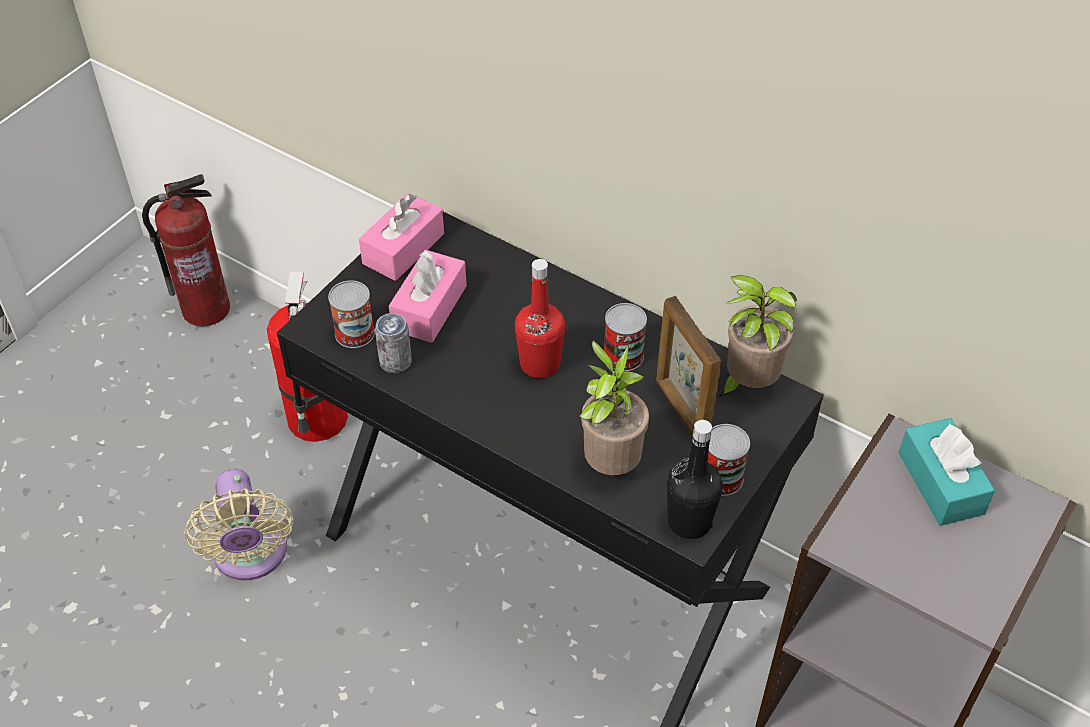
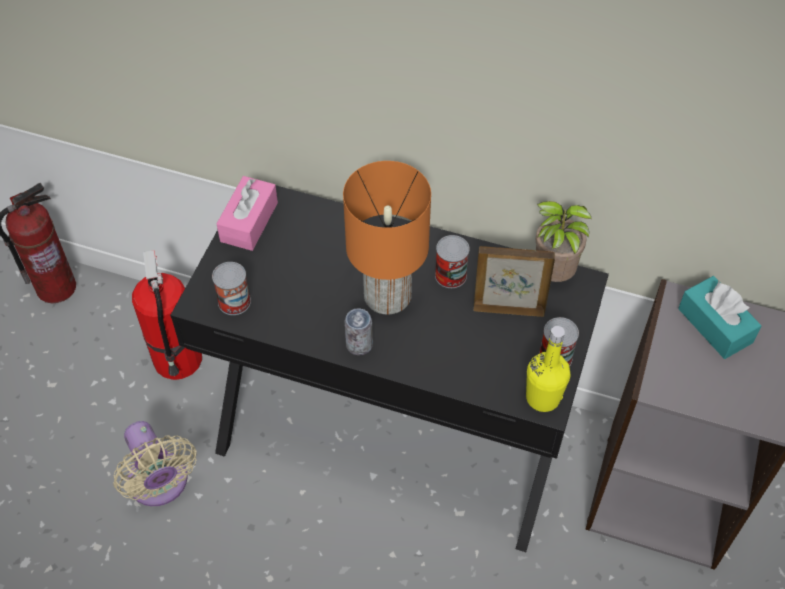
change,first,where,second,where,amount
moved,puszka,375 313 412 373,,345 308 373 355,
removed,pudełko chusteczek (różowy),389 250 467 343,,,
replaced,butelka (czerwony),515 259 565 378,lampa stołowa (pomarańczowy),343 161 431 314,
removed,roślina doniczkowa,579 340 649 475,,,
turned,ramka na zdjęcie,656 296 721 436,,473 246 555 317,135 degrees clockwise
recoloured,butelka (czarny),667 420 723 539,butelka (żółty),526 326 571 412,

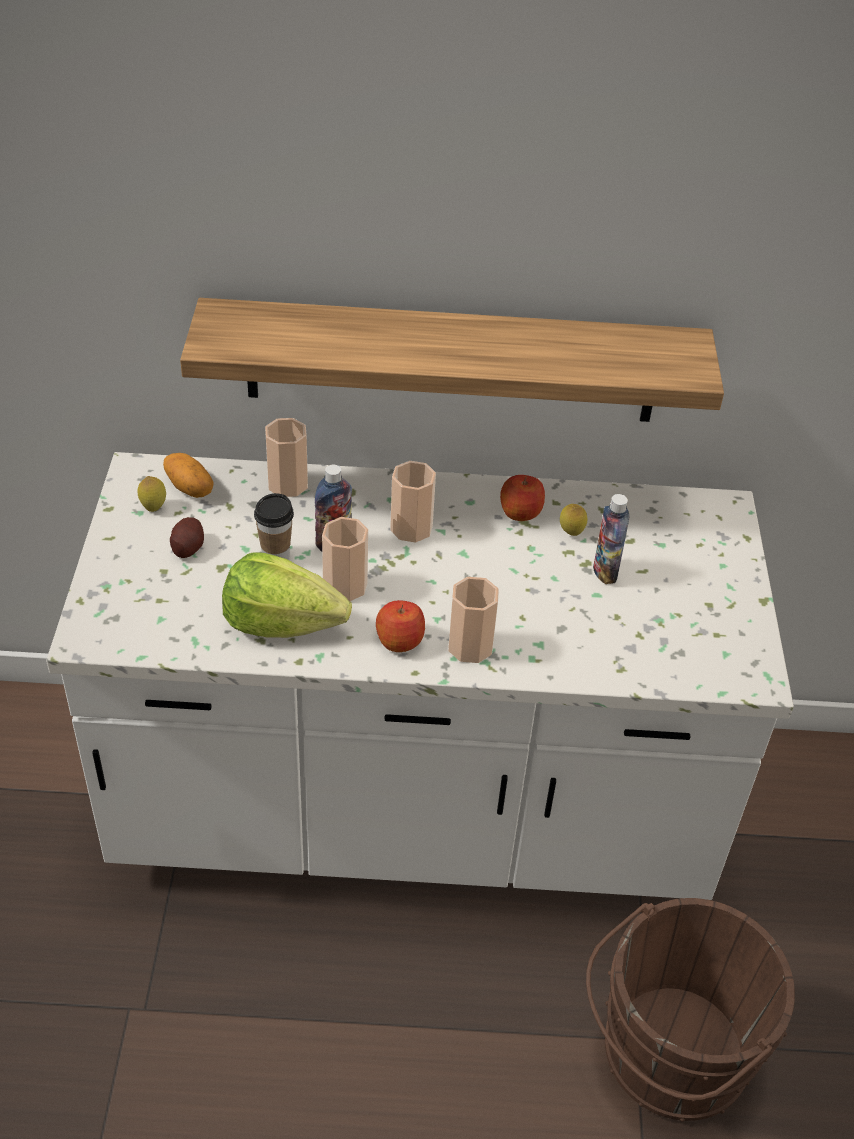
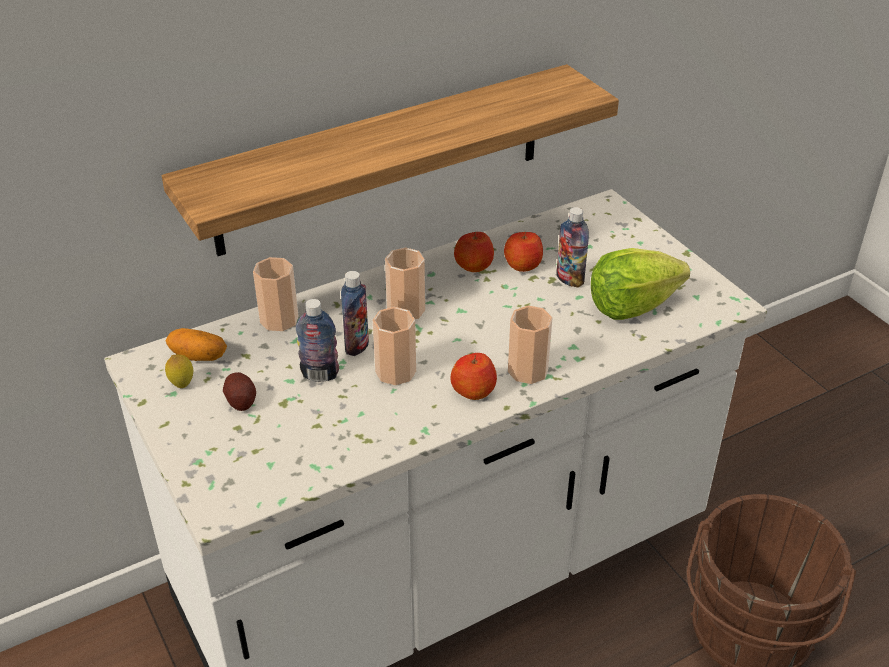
change,first,where,second,where,amount
moved,sałata,222 552 352 638,,591 248 690 320,
replaced,filiżanka,254 493 294 560,butelka,296 299 339 382,
replaced,cytryna,560 504 588 536,jabłko,504 231 543 272,

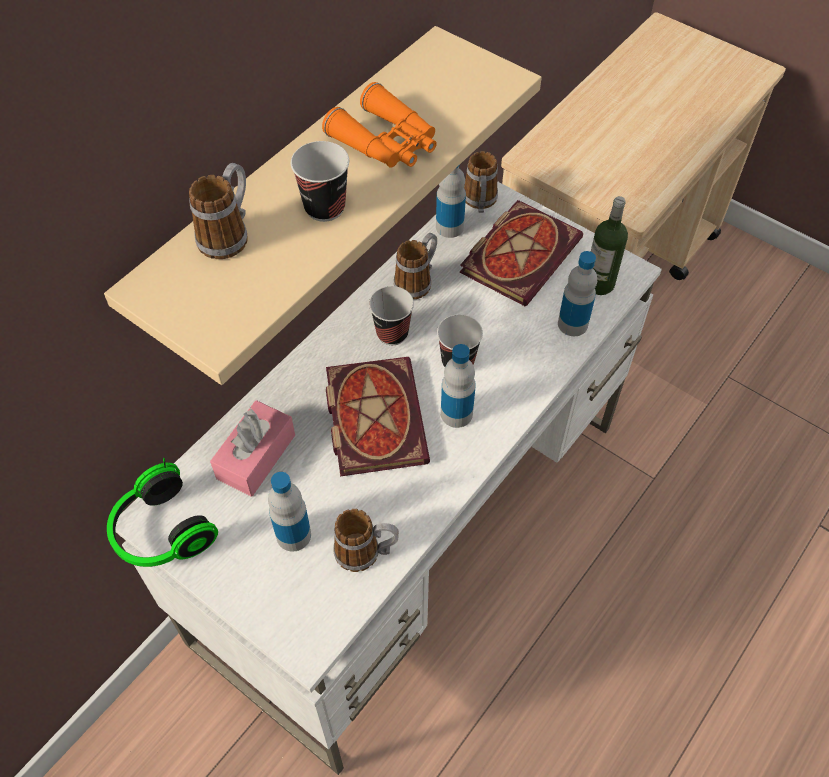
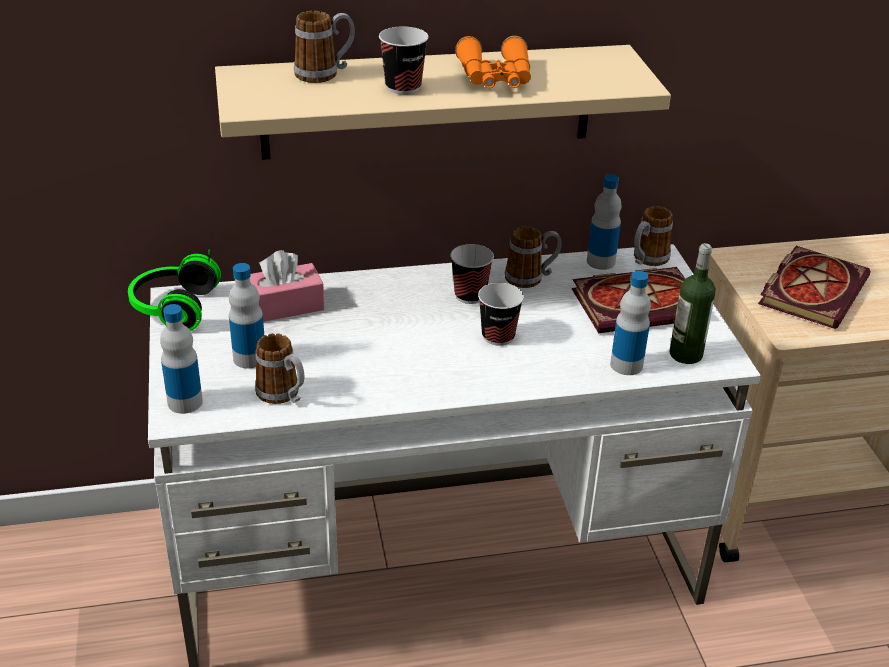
change,first,where,second,where,amount
moved,książka,326 357 430 476,,758 246 871 329,
moved,butelka,441 344 476 428,,160 304 203 414,

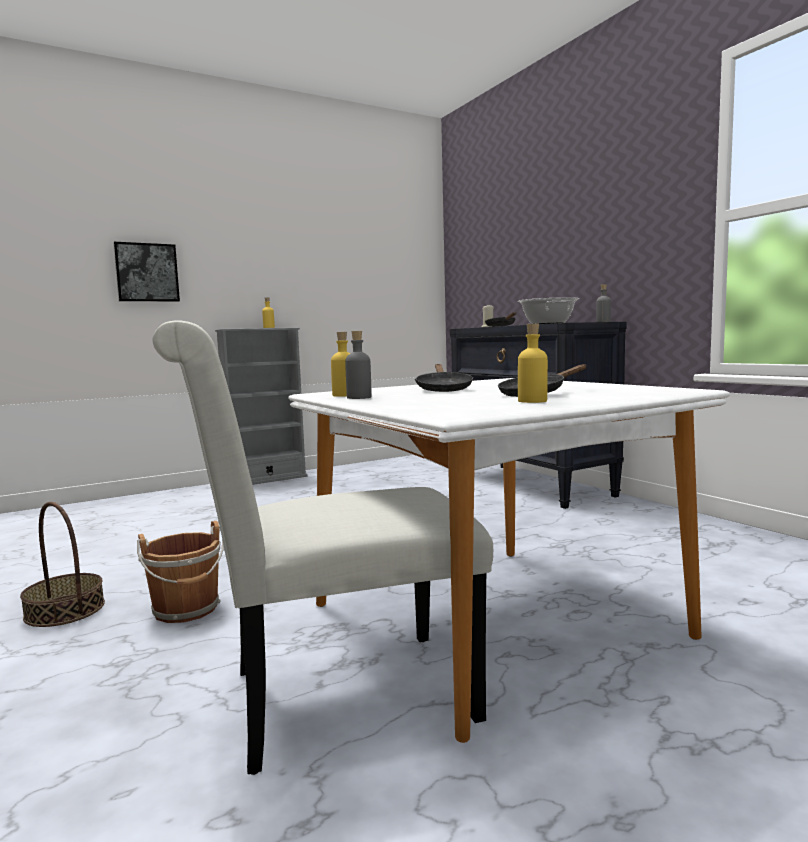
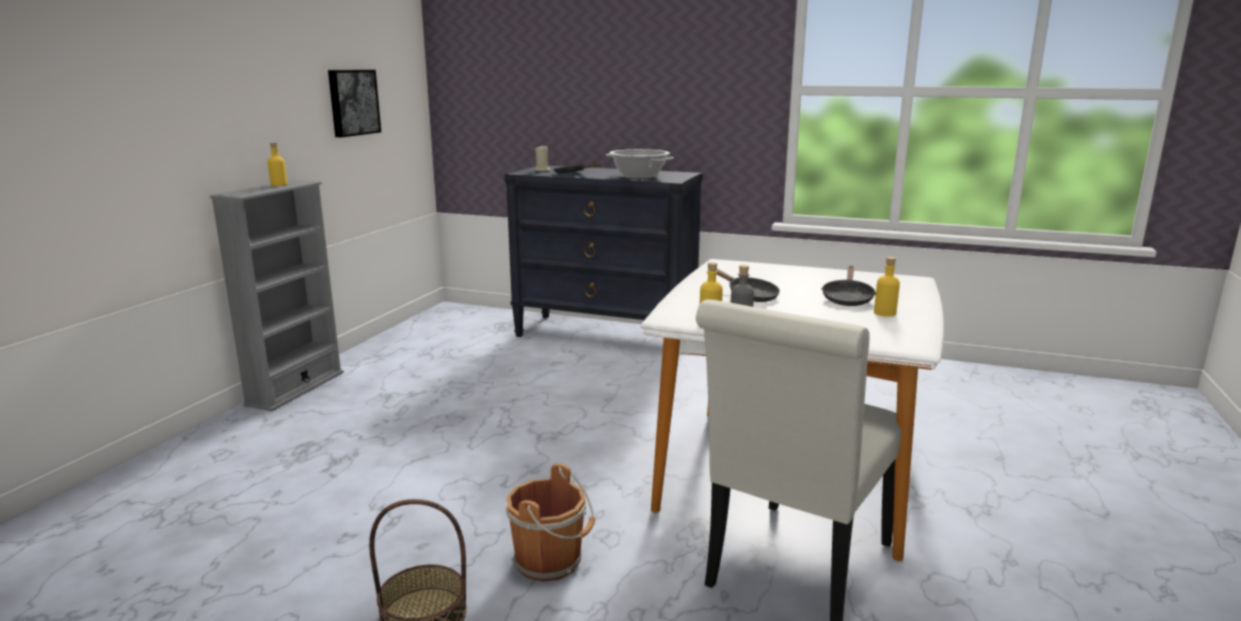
change,first,where,second,where,amount
moved,obraz,113 242 180 302,,328 70 381 137,
removed,butelka (szary),596 284 611 322,,,

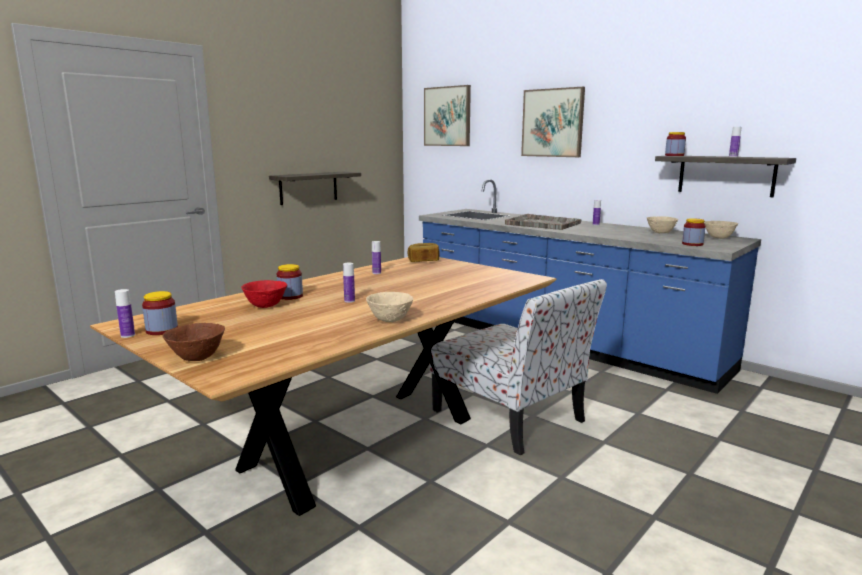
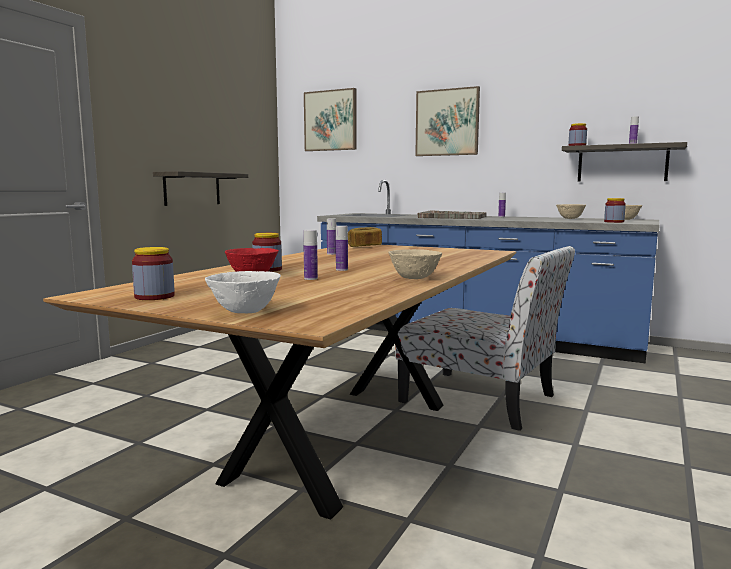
change,first,where,second,where,amount
moved,butelka,115 289 135 338,,304 230 318 280,
recoloured,miska (brązowy),162 323 225 361,miska (biały),205 271 281 313,

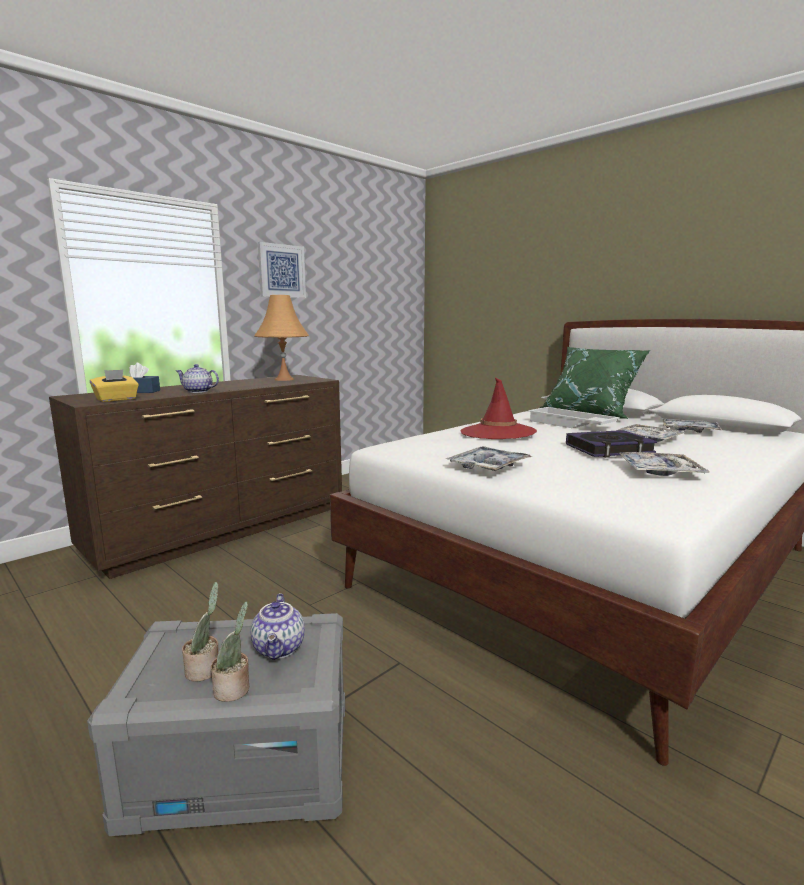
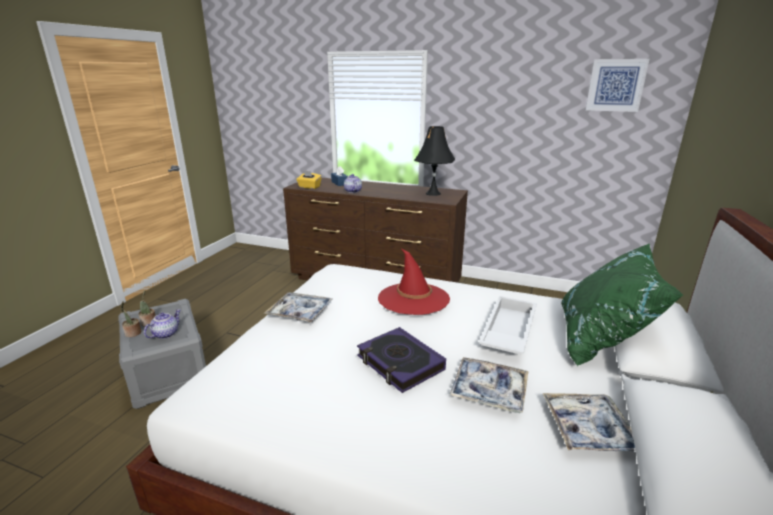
change,first,where,second,where,amount
turned,imbryk,250 593 305 660,,144 309 180 339,150 degrees clockwise
recoloured,lampa stołowa (pomarańczowy),254 295 309 381,lampa stołowa (czarny),414 126 455 196,
moved,obraz,258 242 306 298,,586 59 650 112,
removed,taca,619 452 710 476,,,

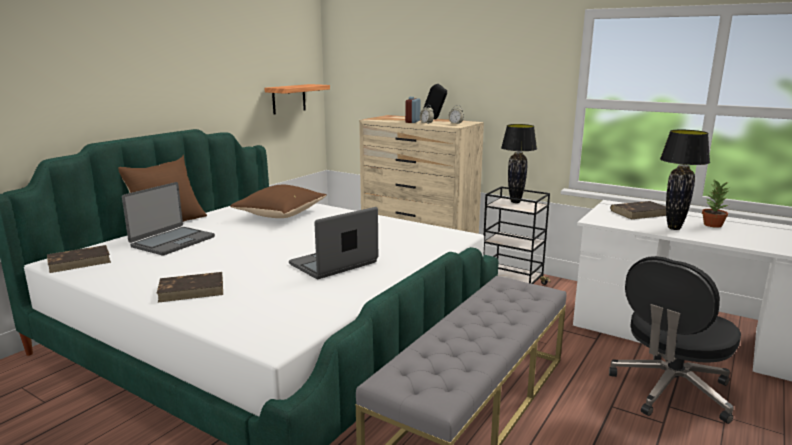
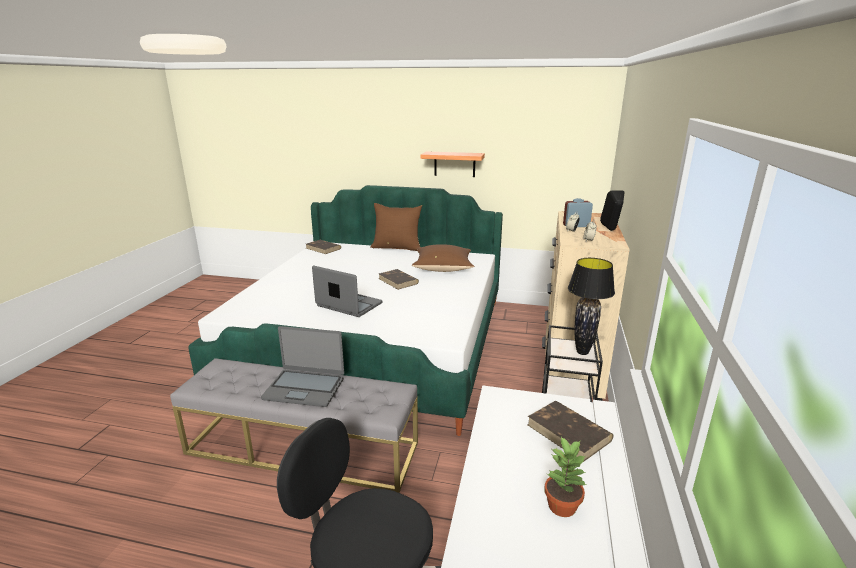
change,first,where,second,where,amount
moved,laptop,122 182 215 256,,261 326 344 407,
moved,książka (brązowy),156 272 223 302,,379 269 419 290,
moved,półka,264 84 330 115,,420 151 485 177,
removed,lampa stołowa (czarny),660 130 710 230,,,

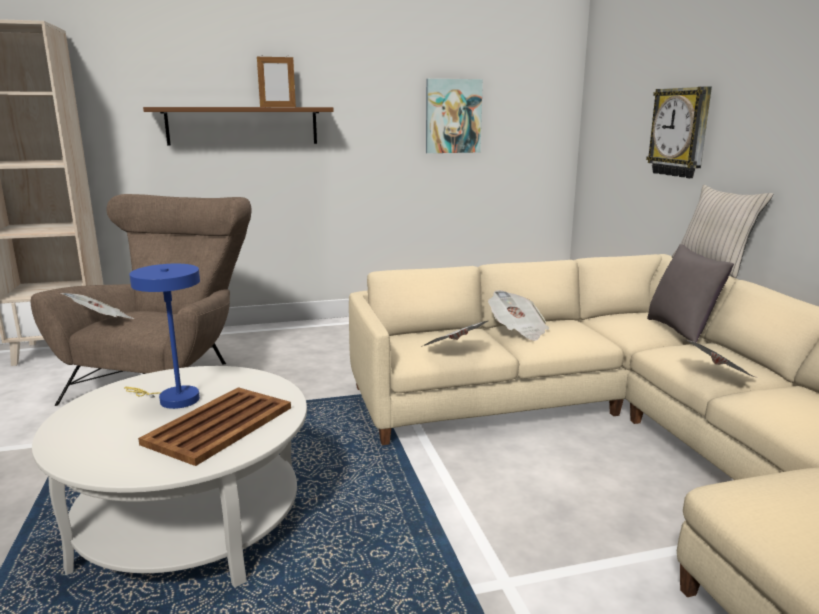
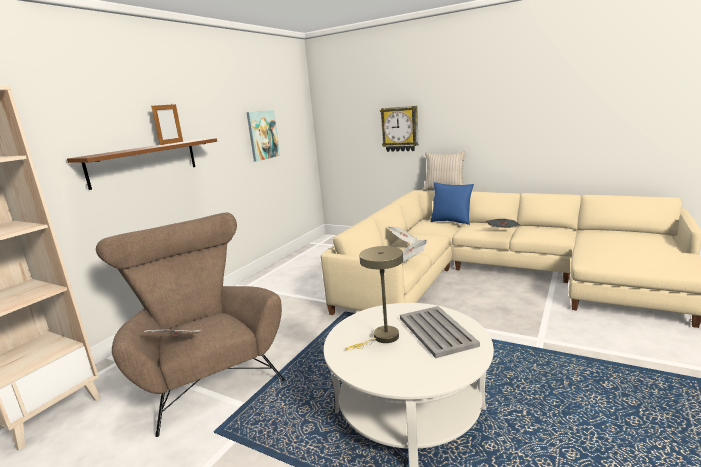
change,first,where,second,where,amount
recoloured,lampa stołowa (niebieski),124 264 200 409,lampa stołowa (beżowy),345 246 403 350,
recoloured,taca (brązowy),138 387 291 466,taca (szary),400 306 480 358,
recoloured,poduszka (szary),647 244 734 343,poduszka (niebieski),430 182 474 225,

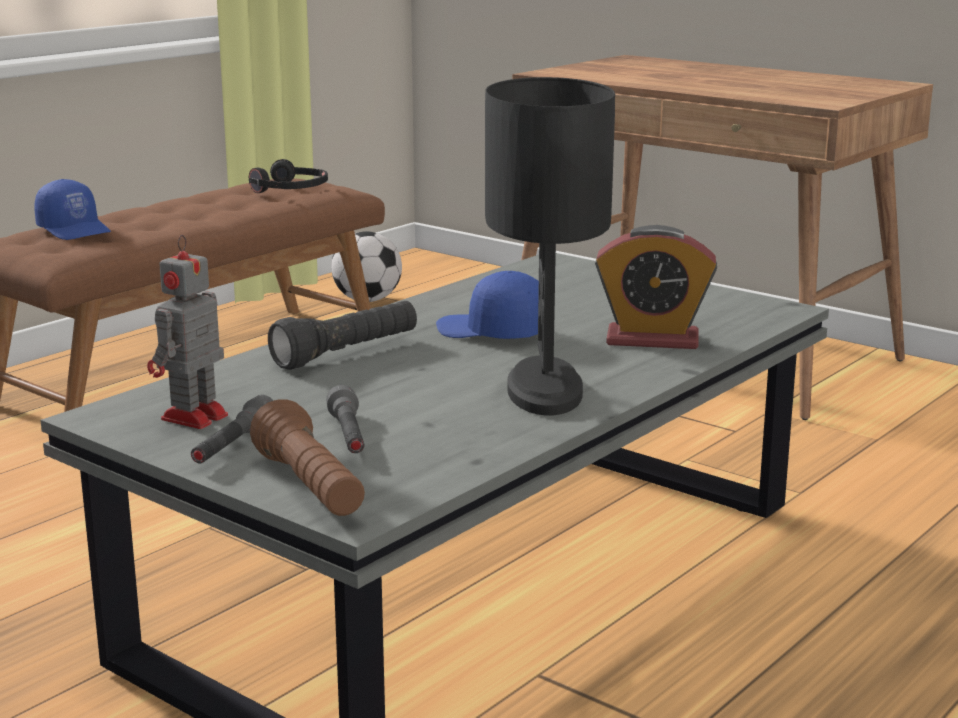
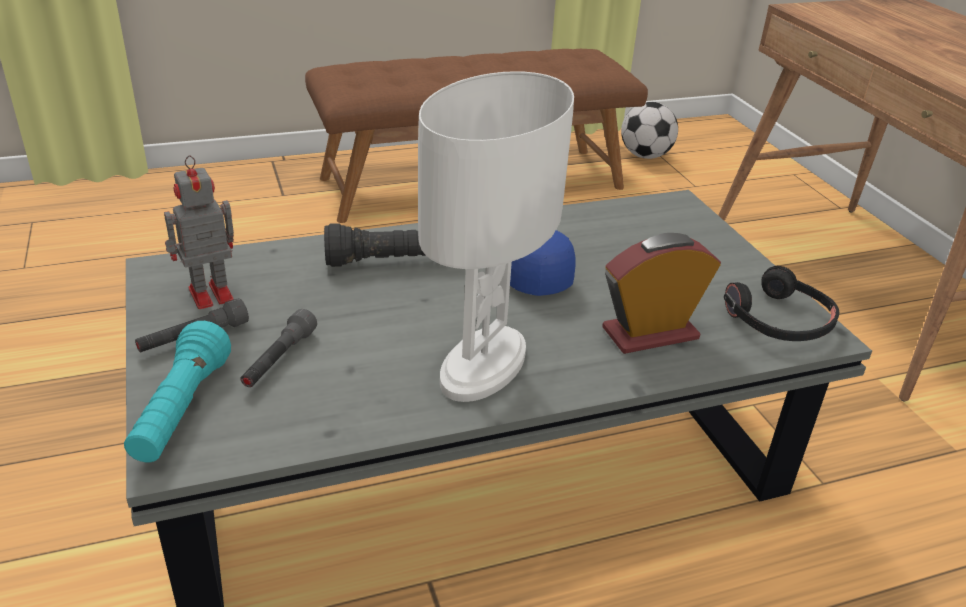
change,first,where,second,where,amount
removed,czapka z daszkiem (niebieski),34 179 111 240,,,
moved,słuchawki (czarny),249 159 328 193,,724 266 839 341,
recoloured,latarka (brązowy),250 399 365 516,latarka (turkusowy),124 321 231 462,
recoloured,lampa stołowa (czarny),485 77 615 416,lampa stołowa (biały),418 71 574 402,
turned,budzik,595 225 717 349,,602 233 721 354,120 degrees clockwise

